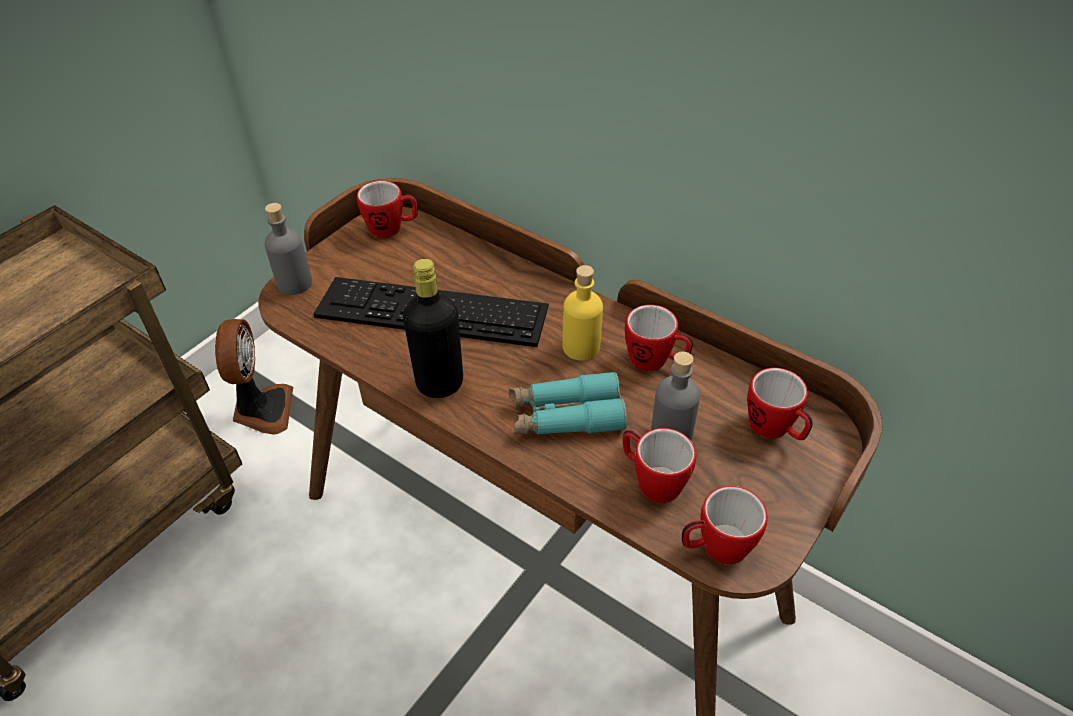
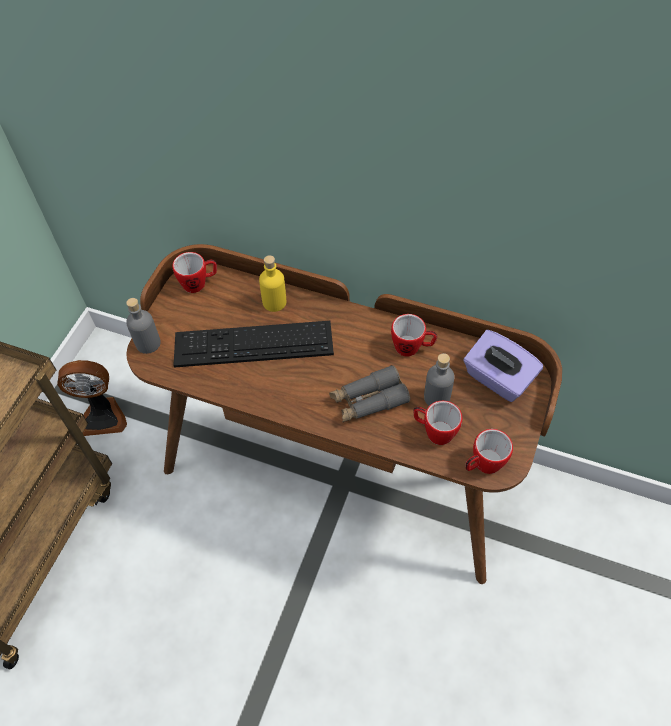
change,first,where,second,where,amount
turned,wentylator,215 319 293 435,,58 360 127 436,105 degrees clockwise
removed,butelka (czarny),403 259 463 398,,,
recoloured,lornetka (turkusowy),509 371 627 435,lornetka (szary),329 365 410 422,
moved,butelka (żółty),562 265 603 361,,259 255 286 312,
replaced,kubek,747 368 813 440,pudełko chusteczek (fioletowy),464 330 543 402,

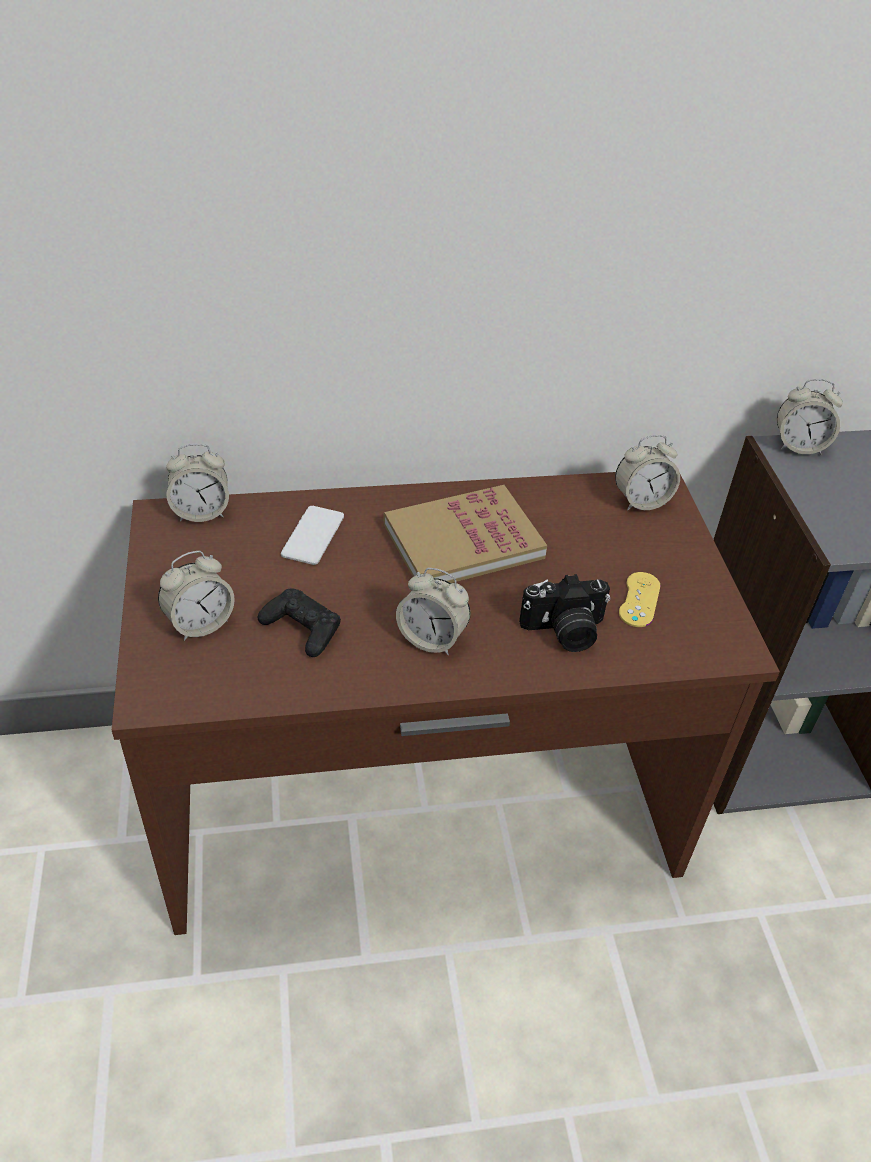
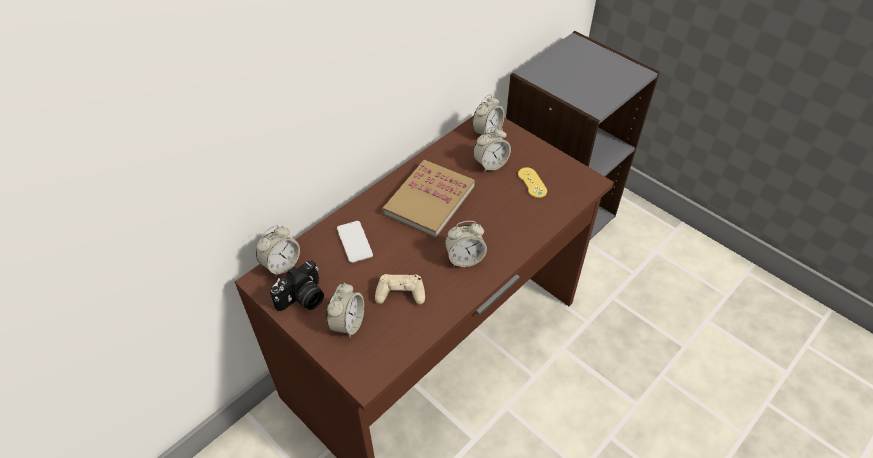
change,first,where,second,where,amount
recoloured,pad do gier (czarny),258 588 341 657,pad do gier (beżowy),375 274 425 304,
moved,aparat fotograficzny,519 574 611 652,,270 260 324 311,
moved,budzik,777 379 843 454,,473 126 511 172,

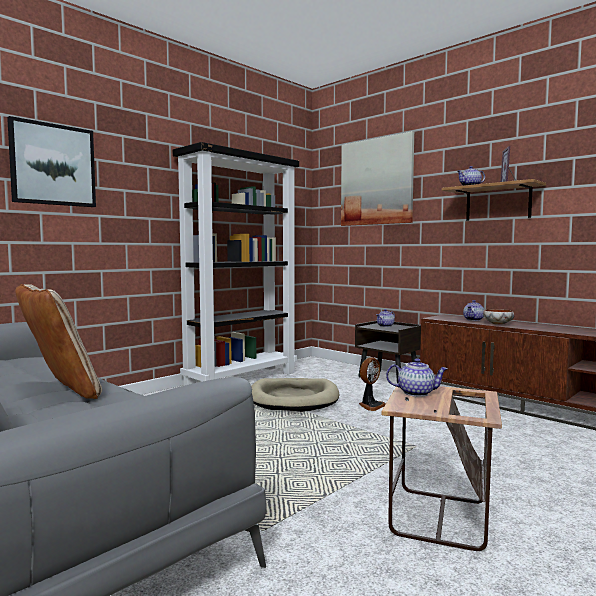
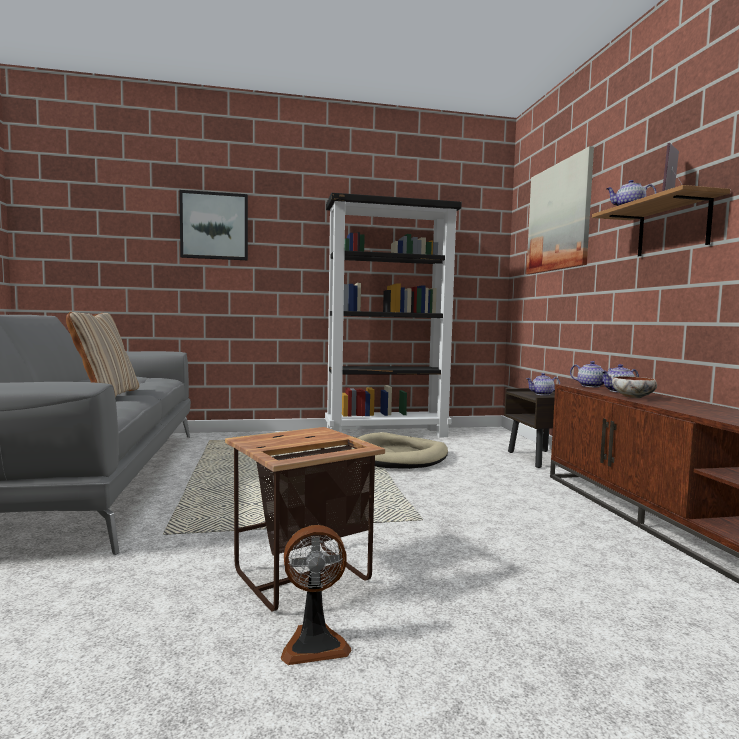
change,first,where,second,where,amount
moved,wentylator,359 357 385 411,,281 525 351 665,
moved,imbryk,386 358 448 397,,570 361 612 387,

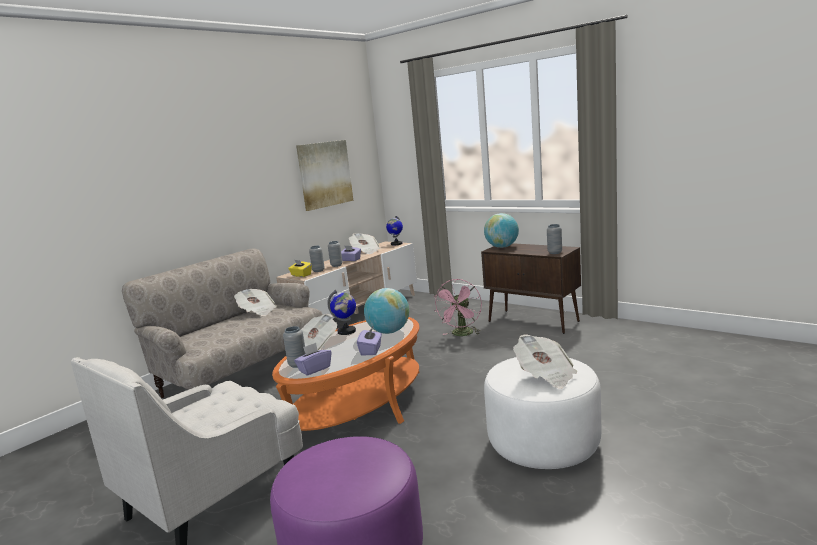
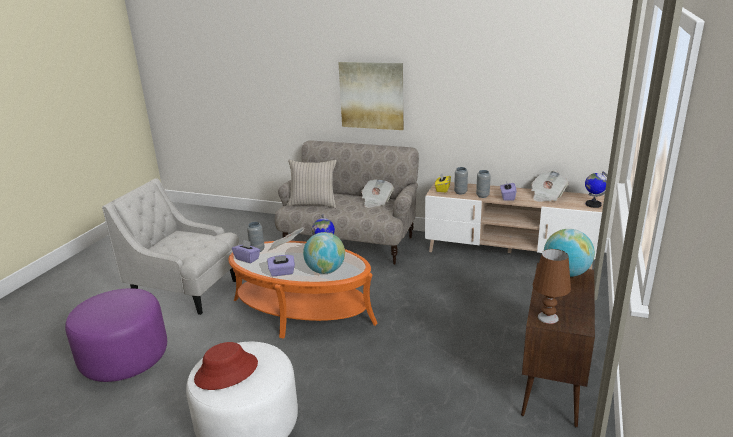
change,first,where,second,where,amount
moved,obraz,296 140 353 211,,338 62 404 130,
removed,wentylator (różowy),434 279 482 336,,,
replaced,gazeta,513 334 578 389,kapelusz (czerwony),194 342 258 390,
replaced,wazon (szary),547 224 562 254,lampa stołowa (brązowy),532 249 571 324,
added,,,poduszka (beżowy),287 160 337 208,

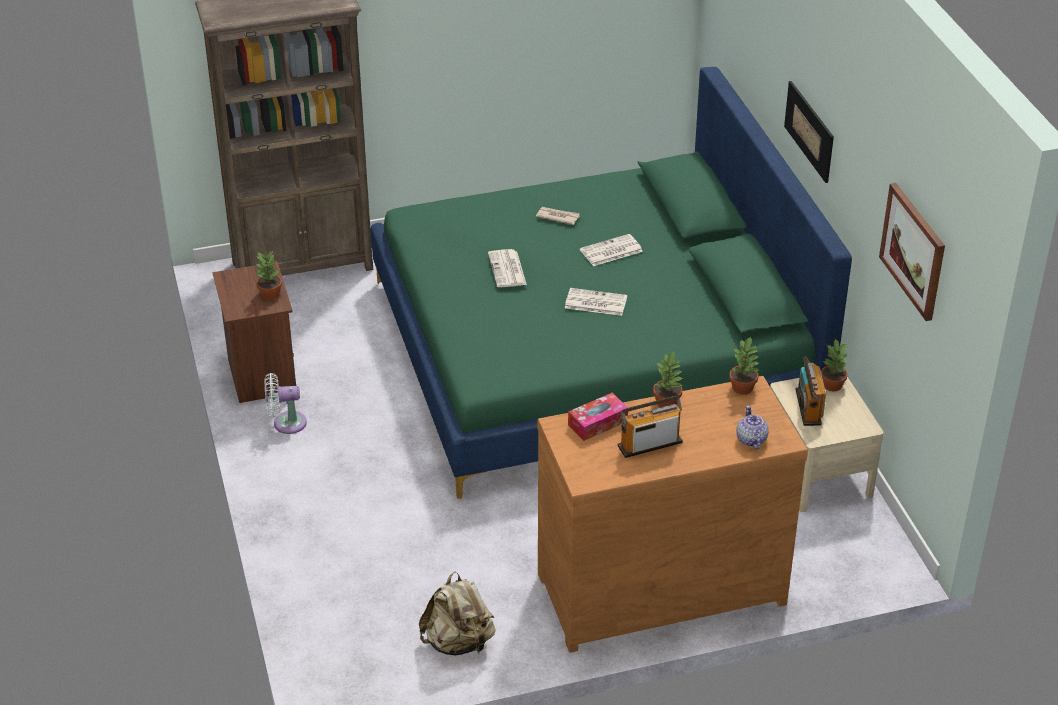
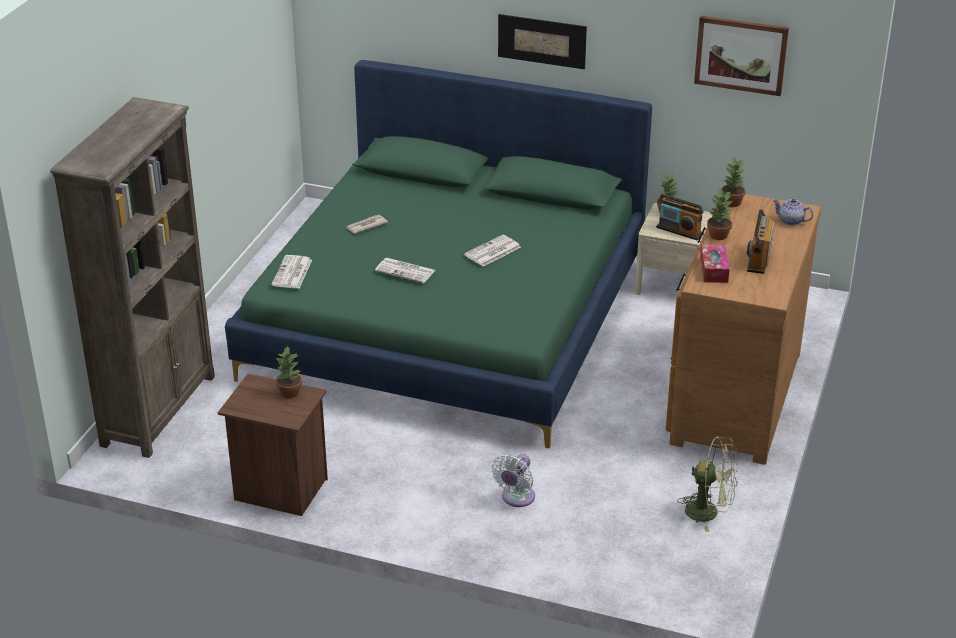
change,first,where,second,where,amount
moved,wentylator (biały),265 373 307 434,,491 454 535 507,
replaced,plecak (beżowy),419 571 496 655,wentylator (zielony),677 437 738 532,
moved,gazeta,580 234 643 266,,271 255 312 288,

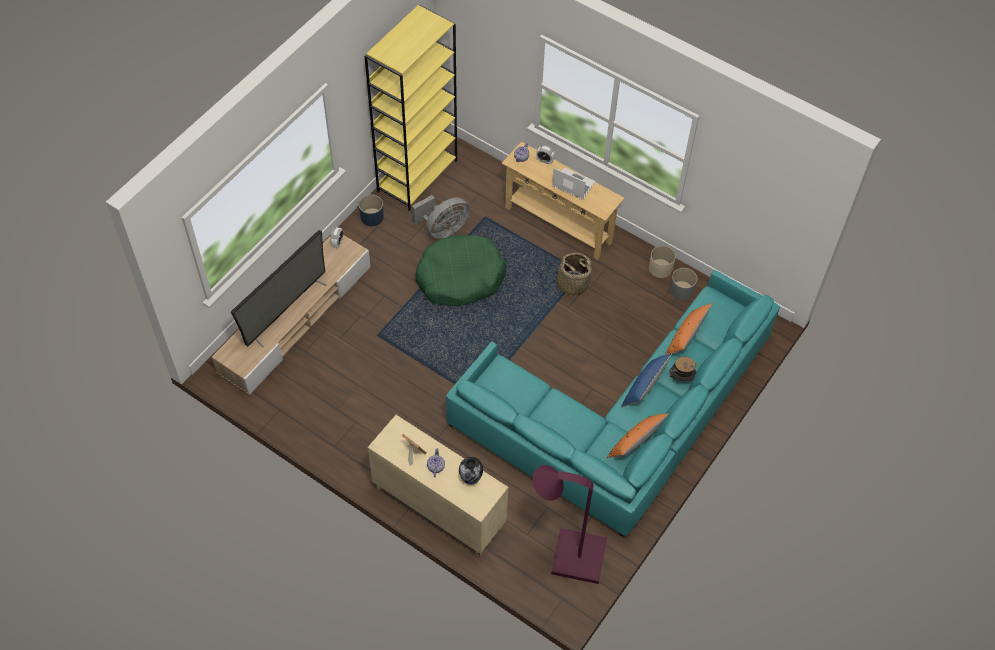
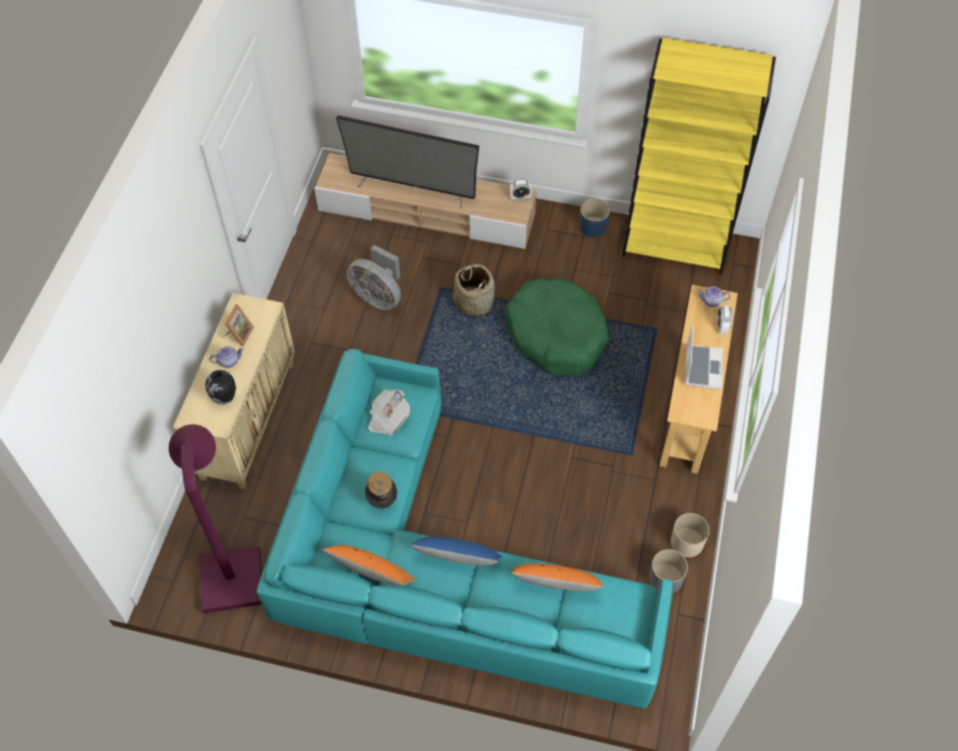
change,first,where,second,where,amount
moved,wentylator (szary),412 195 470 239,,346 245 401 310,
moved,koszyk,550 253 594 296,,453 264 495 317,
moved,kapelusz,669 357 697 382,,365 471 397 509,
added,,,gazeta,368 390 410 436,

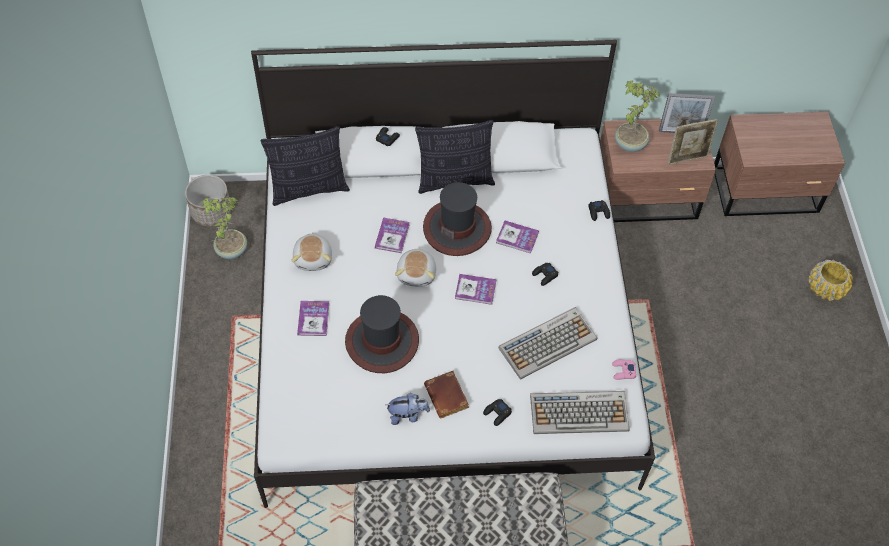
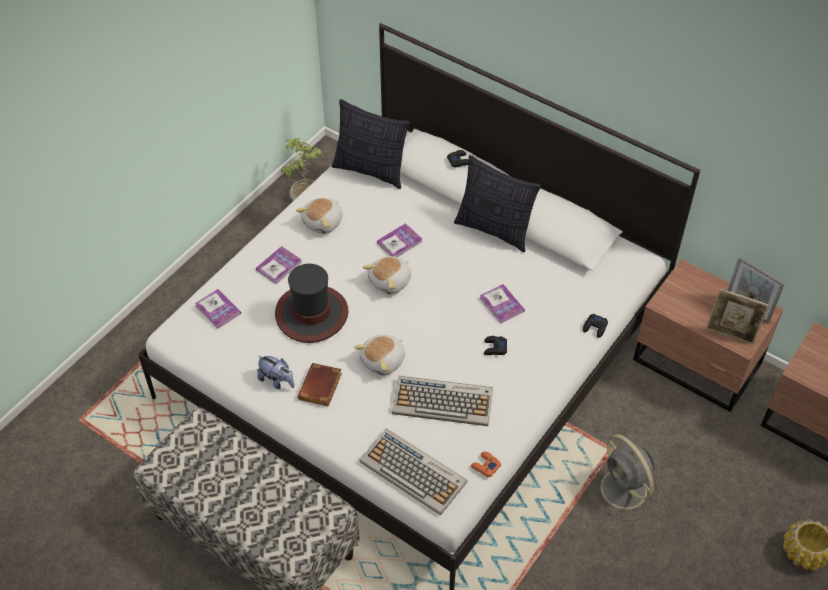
change,first,where,second,where,amount
removed,donica,185 175 231 226,,,
removed,kapelusz,423 182 492 256,,,
moved,książka,455 274 496 305,,195 289 241 329,
removed,pad do gier (czarny),483 399 512 426,,,
recoloured,pad do gier (różowy),612 359 637 380,pad do gier (pomarańczowy),471 452 501 477,
removed,roślina doniczkowa,615 80 660 152,,,
added,,,pluszak,354 335 405 376,
added,,,wentylator (szary),590 434 661 521,

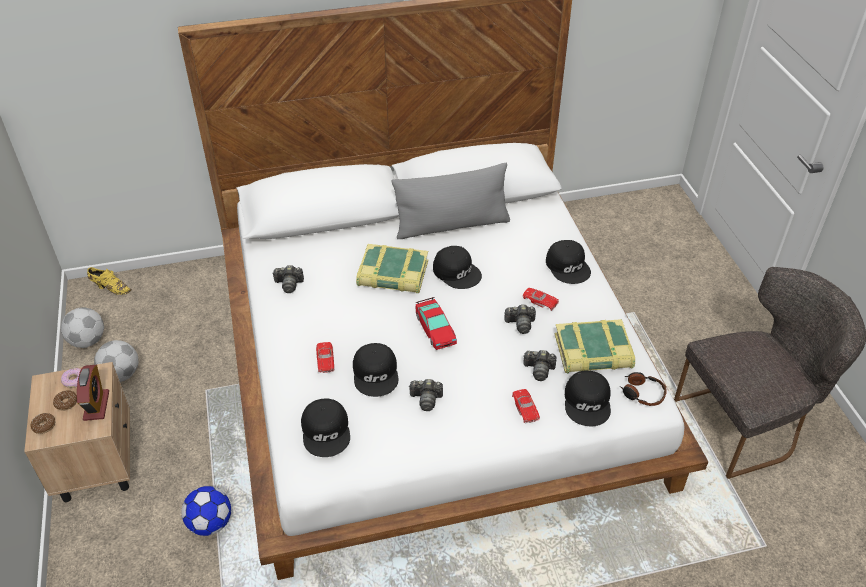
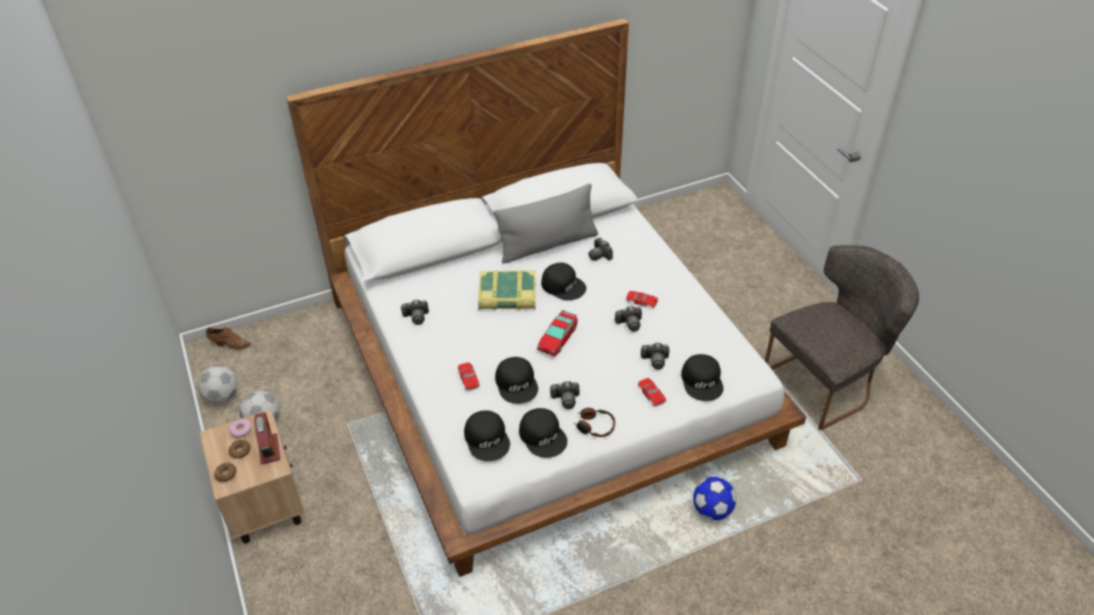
change,first,where,second,where,amount
recoloured,but (żółty),87 267 132 295,but (brązowy),206 327 252 350,
moved,piłka futbolowa,182 486 231 536,,693 477 736 520,
turned,samochodzik,416 297 457 350,,537 310 578 356,60 degrees clockwise
moved,czapka z daszkiem (czarny),546 240 591 284,,519 408 567 458,
removed,książka,555 319 635 373,,,
moved,słuchawki,621 372 667 406,,574 408 615 437,
added,,,aparat fotograficzny,588 237 613 261,

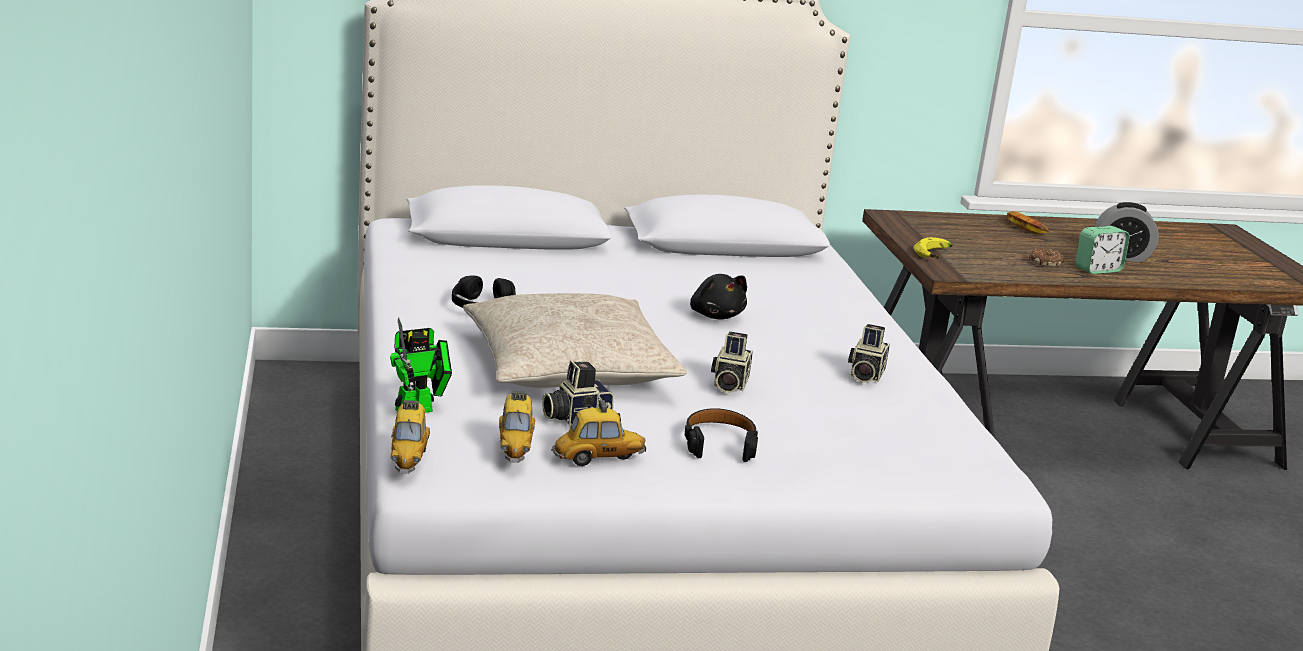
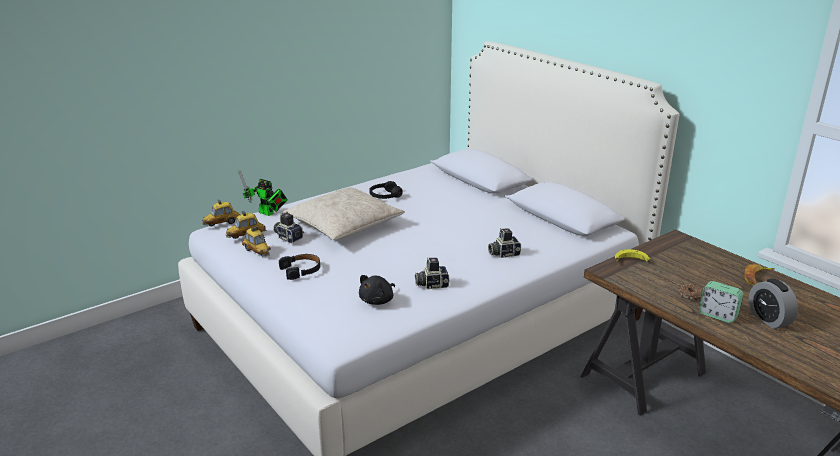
change,first,where,second,where,amount
moved,pluszak (czarny),690 274 747 320,,359 275 395 305,
moved,aparat fotograficzny,711 331 753 393,,488 228 521 258,

